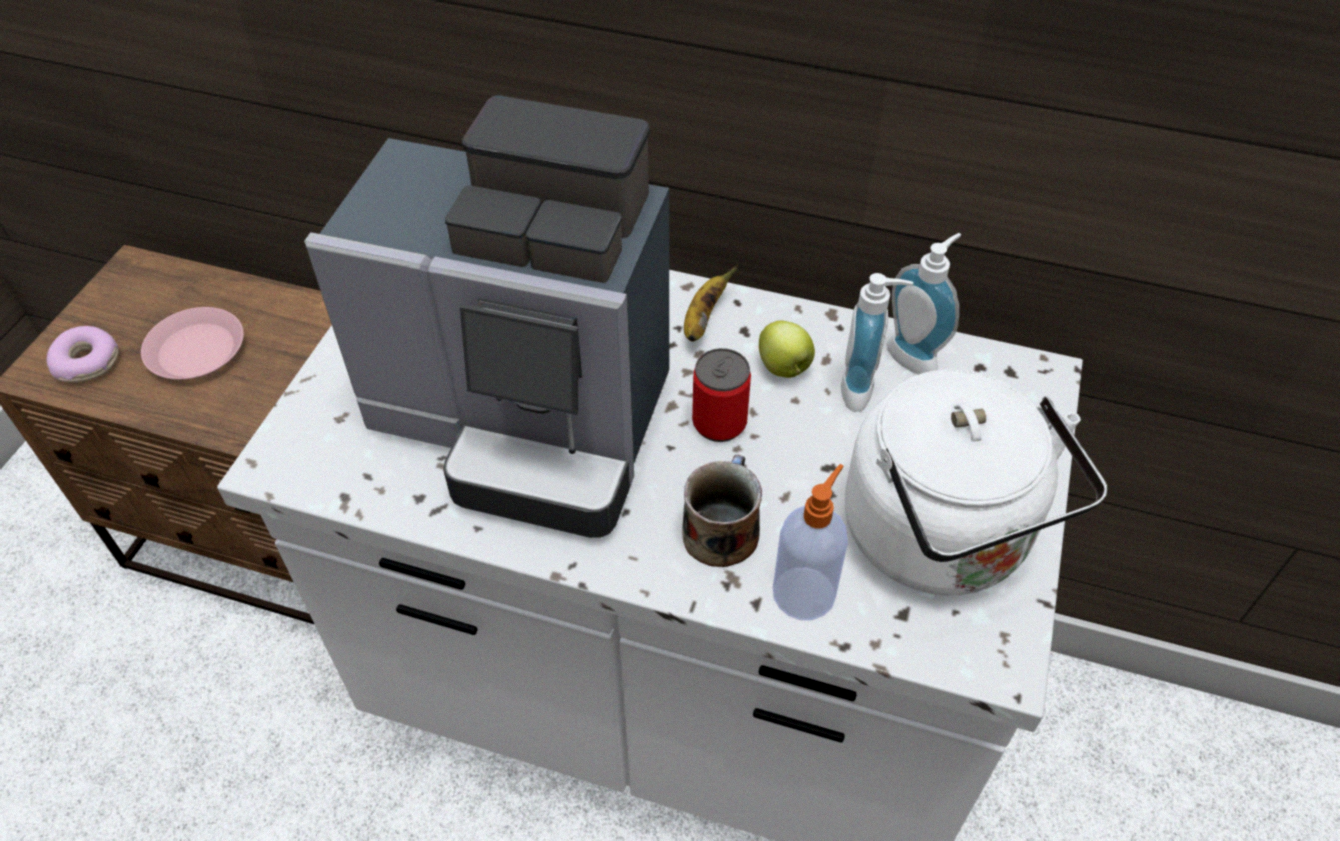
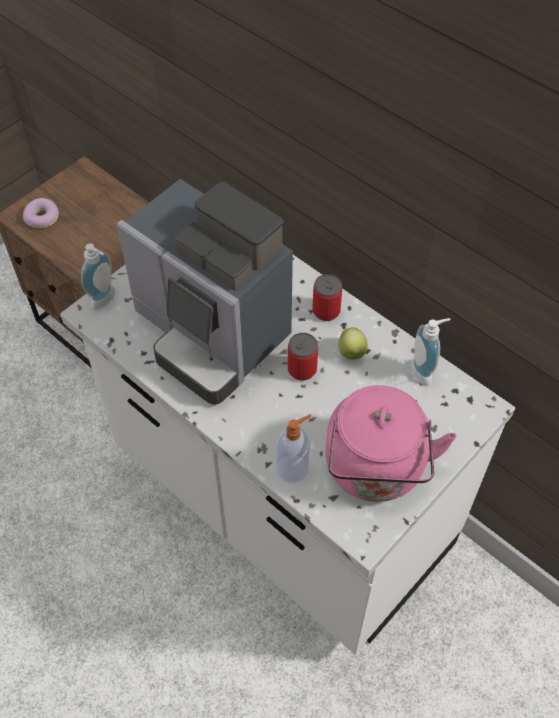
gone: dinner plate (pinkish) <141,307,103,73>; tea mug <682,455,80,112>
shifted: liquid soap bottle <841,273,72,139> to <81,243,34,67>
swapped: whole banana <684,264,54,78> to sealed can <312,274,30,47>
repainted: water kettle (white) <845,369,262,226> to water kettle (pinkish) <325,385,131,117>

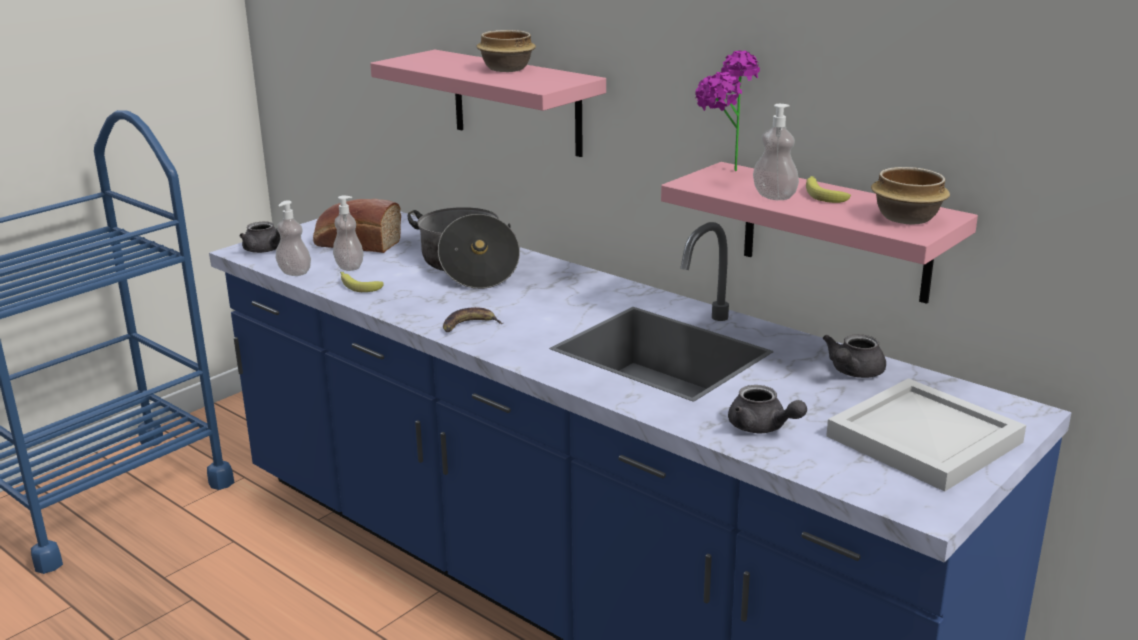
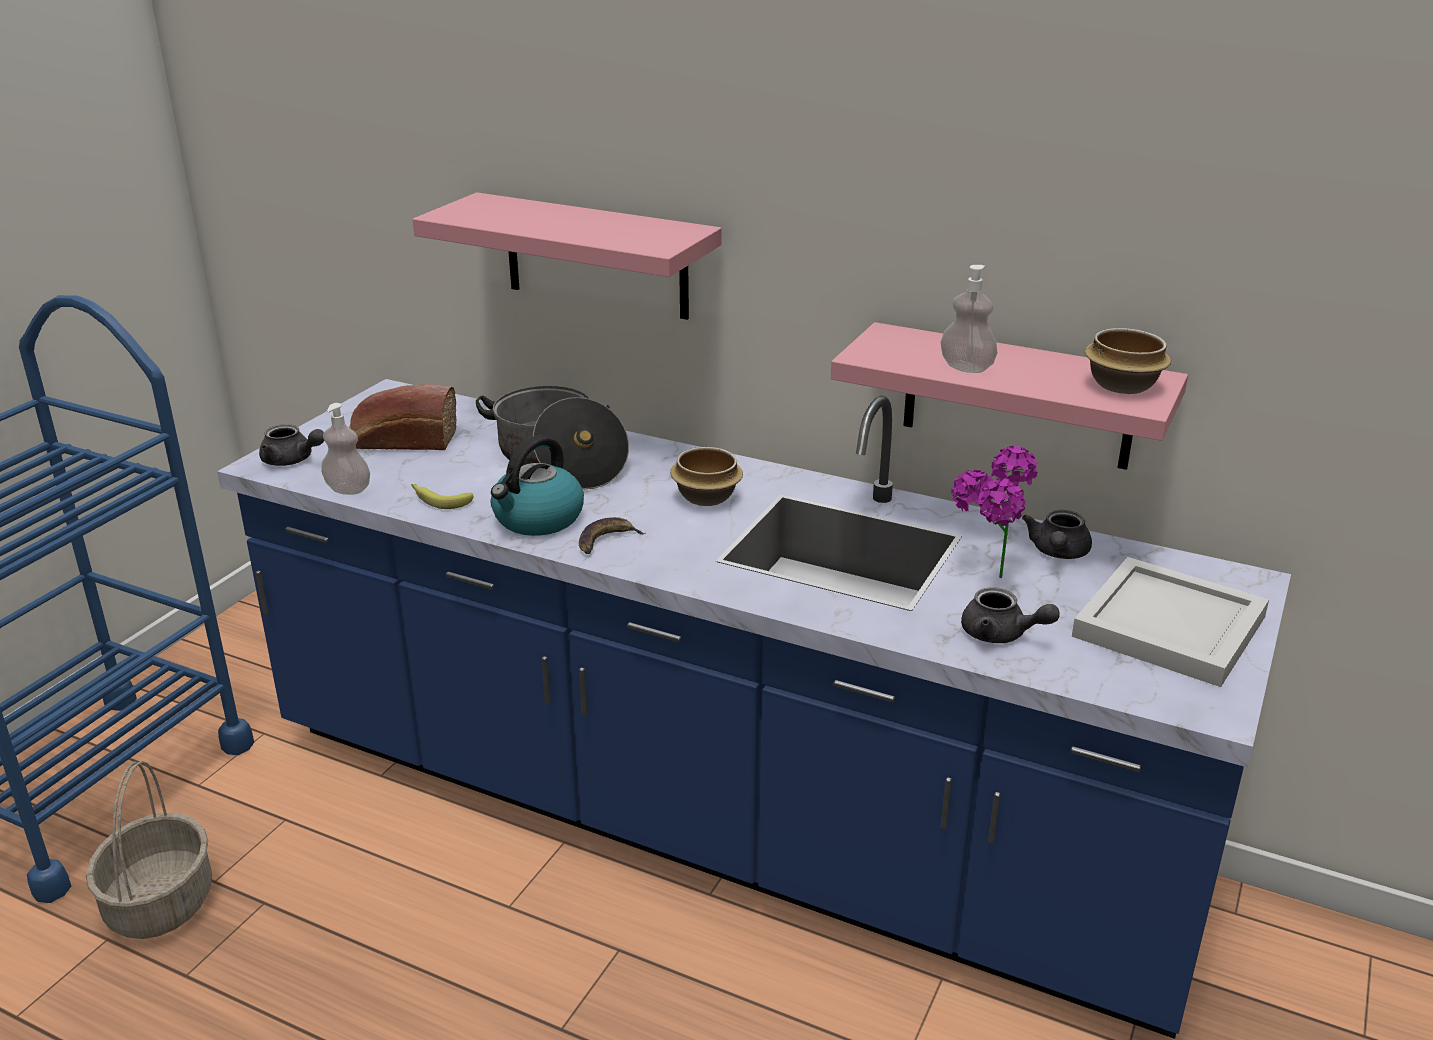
gone: liquid soap bottle <333,196,31,75>; whole banana <806,176,45,27>
new: basket <86,761,126,178>; water kettle <491,435,93,101>
shifted: bowl <476,30,60,42> to <670,447,73,59>; potted plant <695,51,65,120> to <951,446,86,132>

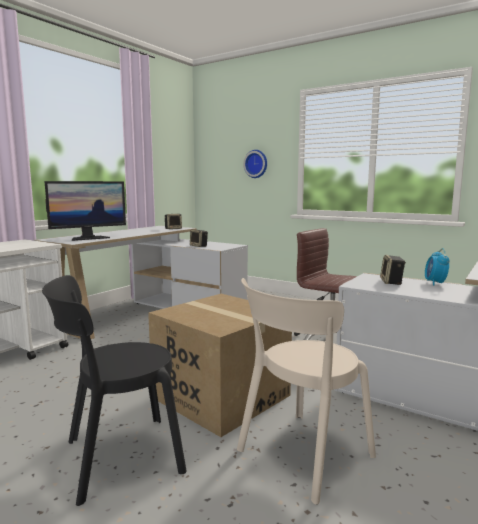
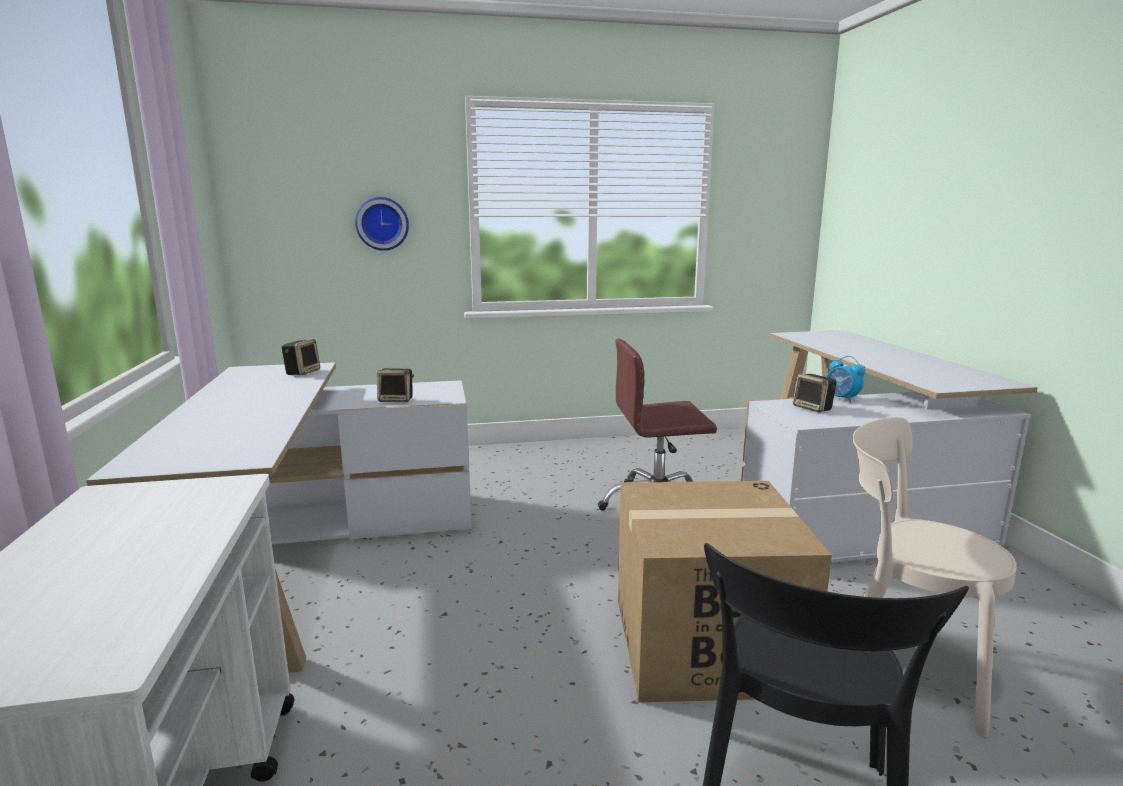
gone: computer screen <45,181,81,60>
rotated: plain chair (sand-coloured) <237,278,139,227> = <852,417,164,320> 120 degrees clockwise

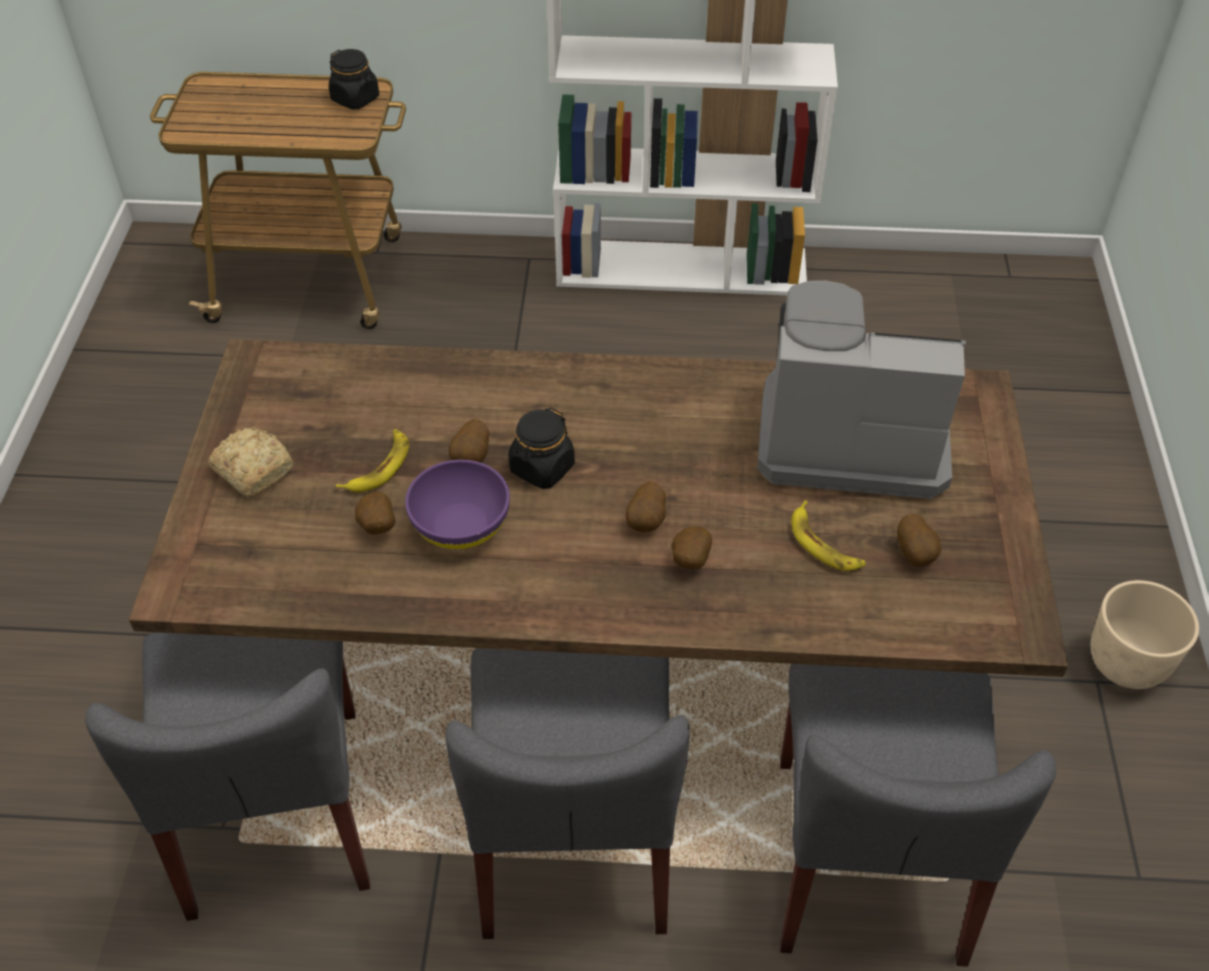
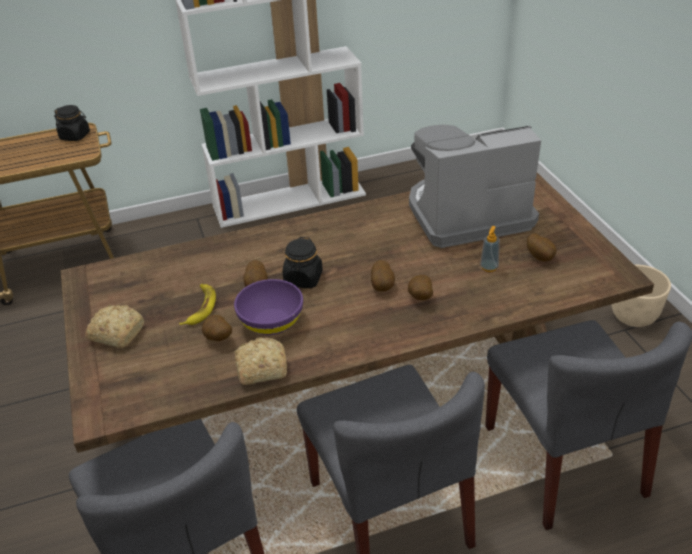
new: baked bread <234,338,53,47>
swapped: whole banana <791,500,75,71> to liquid soap bottle <480,226,20,46>

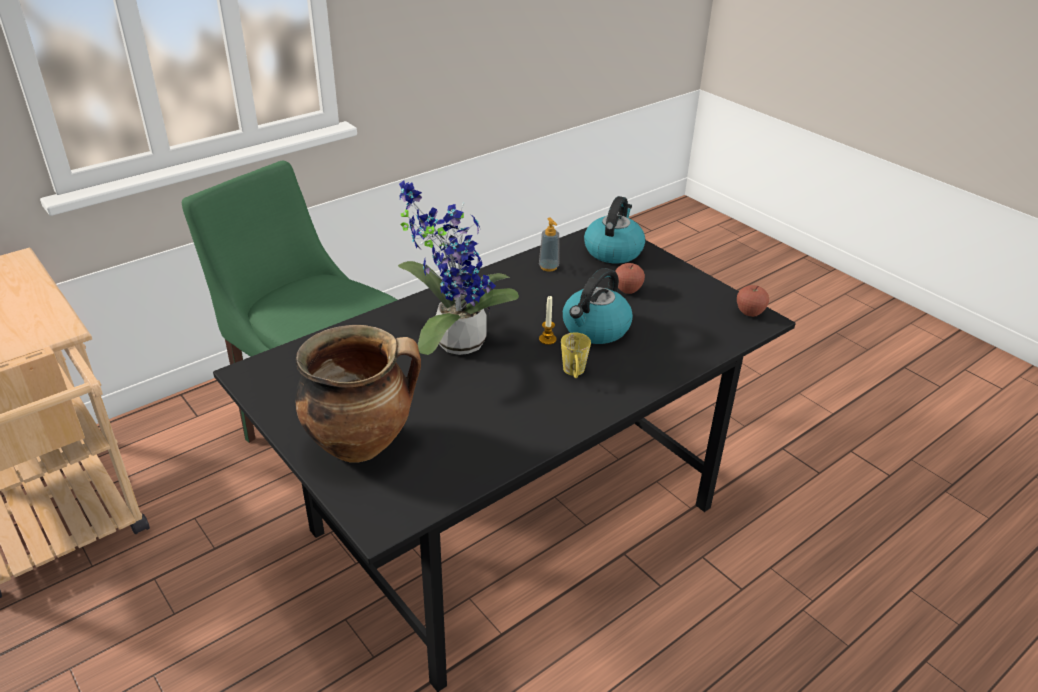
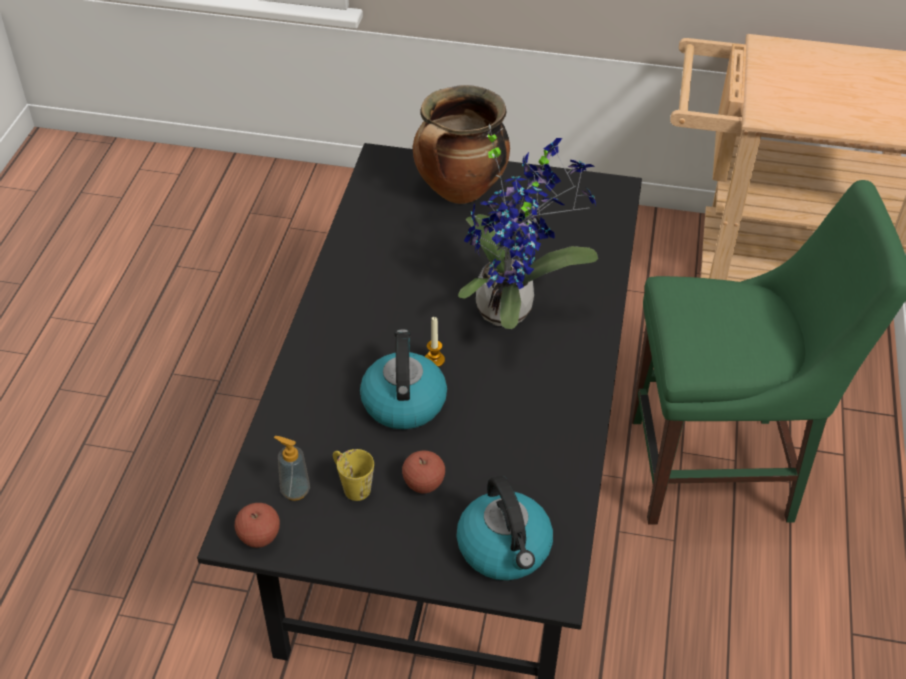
shifted: liquid soap bottle <539,218,20,54> to <274,436,36,65>; tea mug (yellowish) <561,332,30,46> to <333,449,41,52>

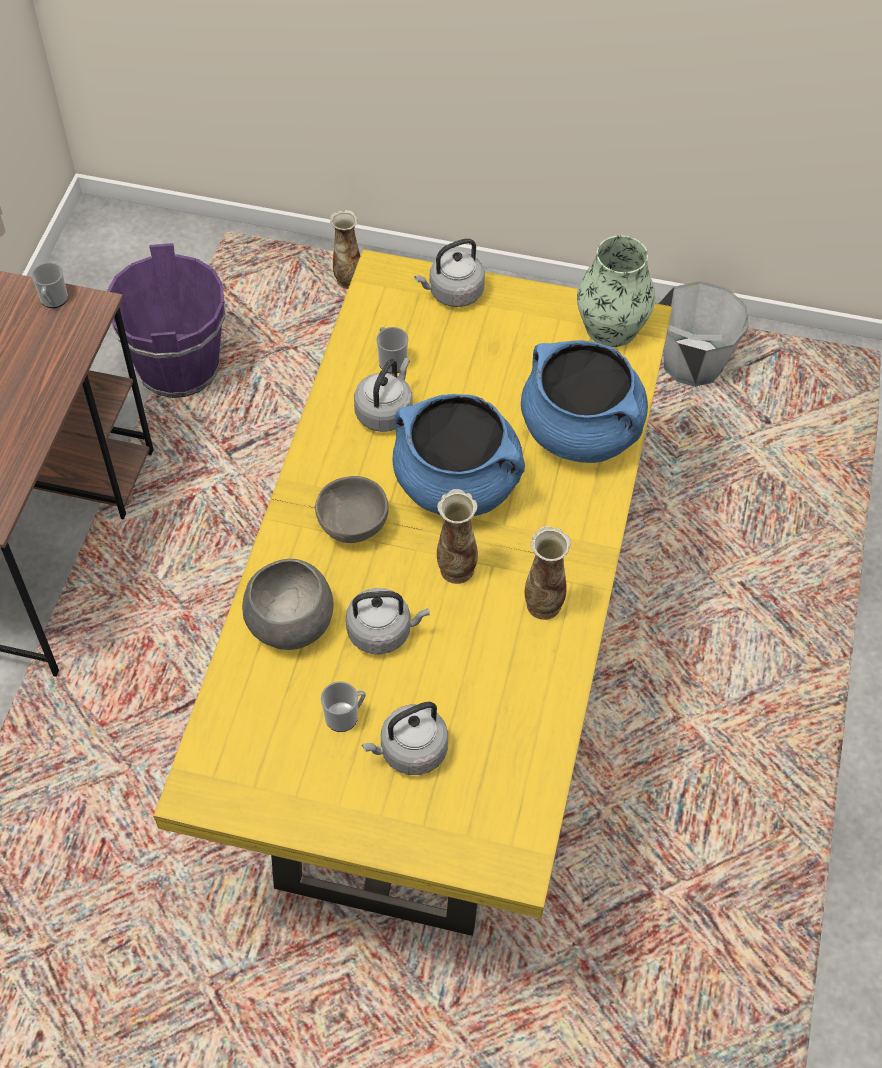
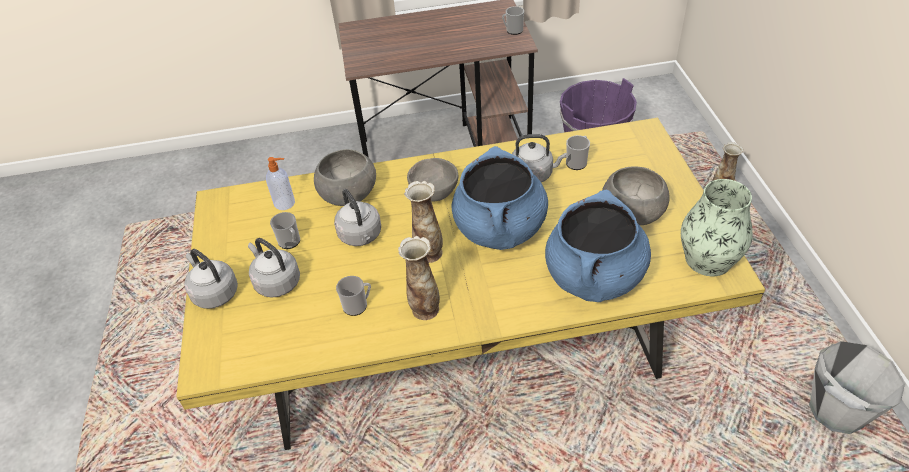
new: liquid soap bottle <266,157,29,53>; tea mug <336,276,35,40>; bowl (gray) <602,166,68,59>
shifted: water kettle (gray) <414,238,71,69> to <184,249,54,60>

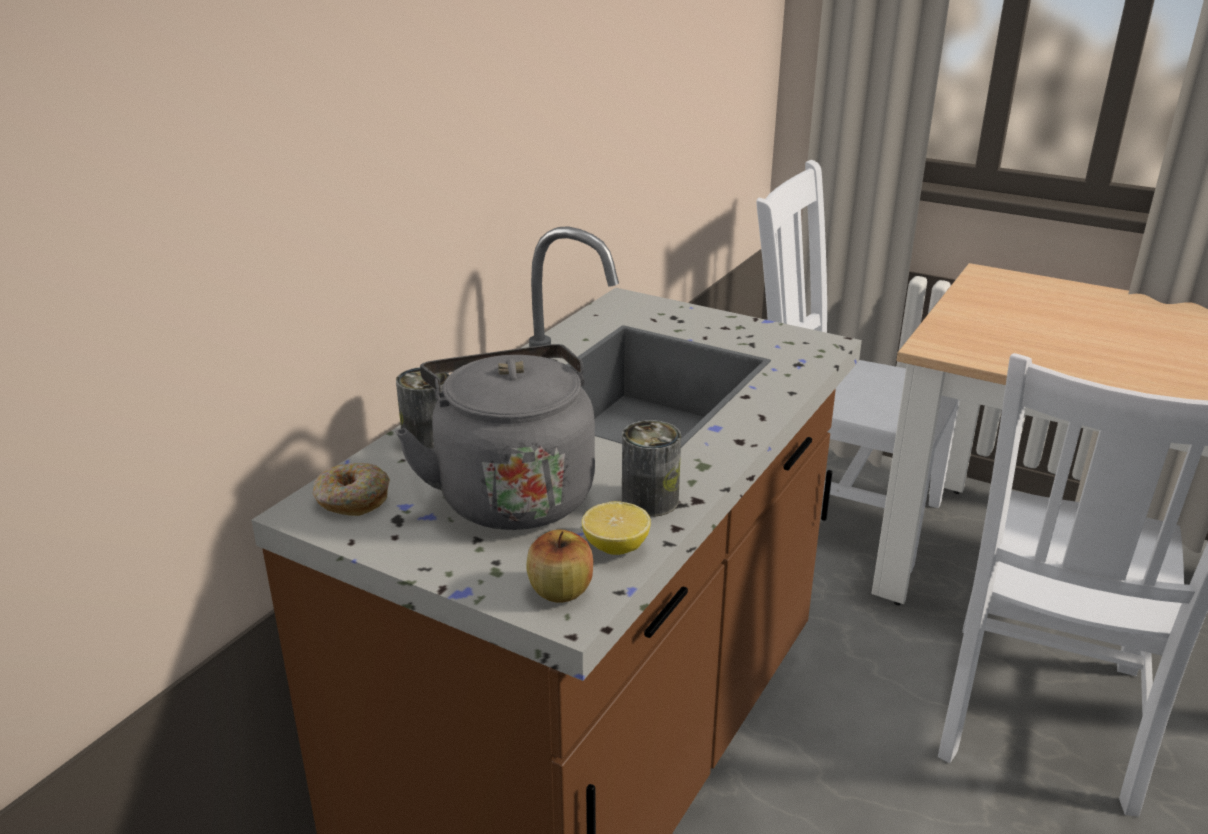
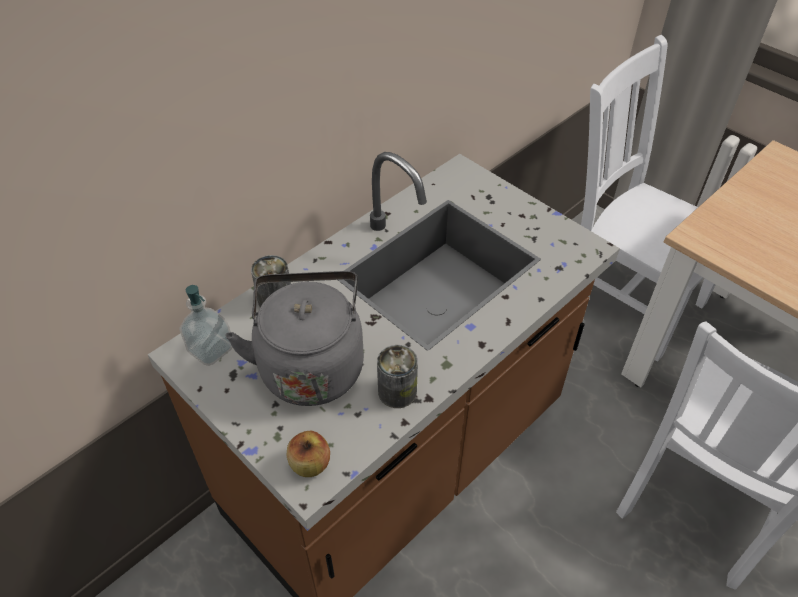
gone: whole lemon <582,501,69,54>
swapped: donut <313,463,77,53> to liquid soap bottle <179,285,53,81>

